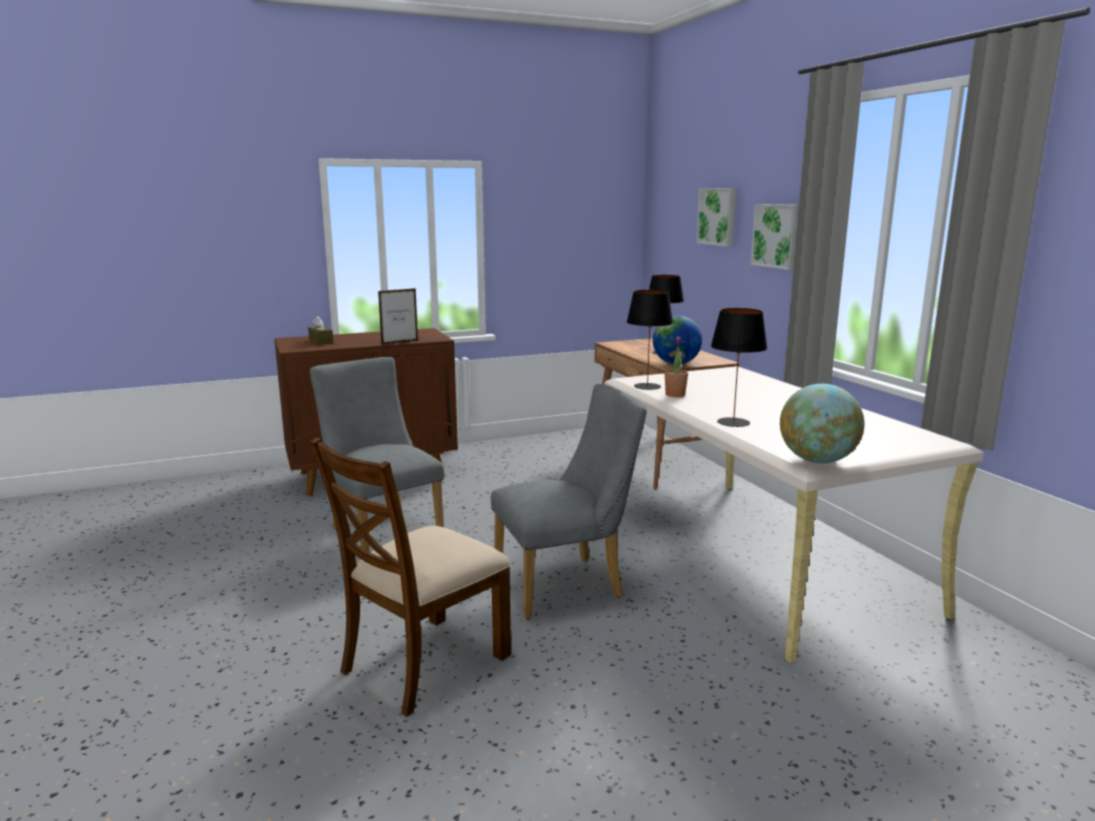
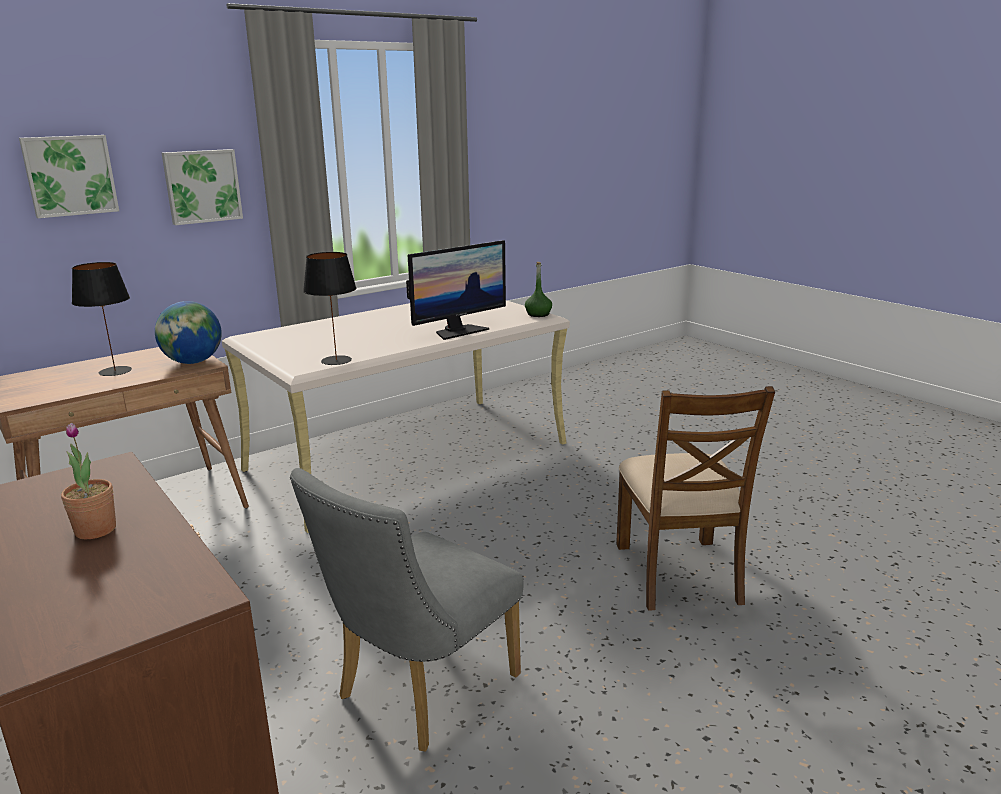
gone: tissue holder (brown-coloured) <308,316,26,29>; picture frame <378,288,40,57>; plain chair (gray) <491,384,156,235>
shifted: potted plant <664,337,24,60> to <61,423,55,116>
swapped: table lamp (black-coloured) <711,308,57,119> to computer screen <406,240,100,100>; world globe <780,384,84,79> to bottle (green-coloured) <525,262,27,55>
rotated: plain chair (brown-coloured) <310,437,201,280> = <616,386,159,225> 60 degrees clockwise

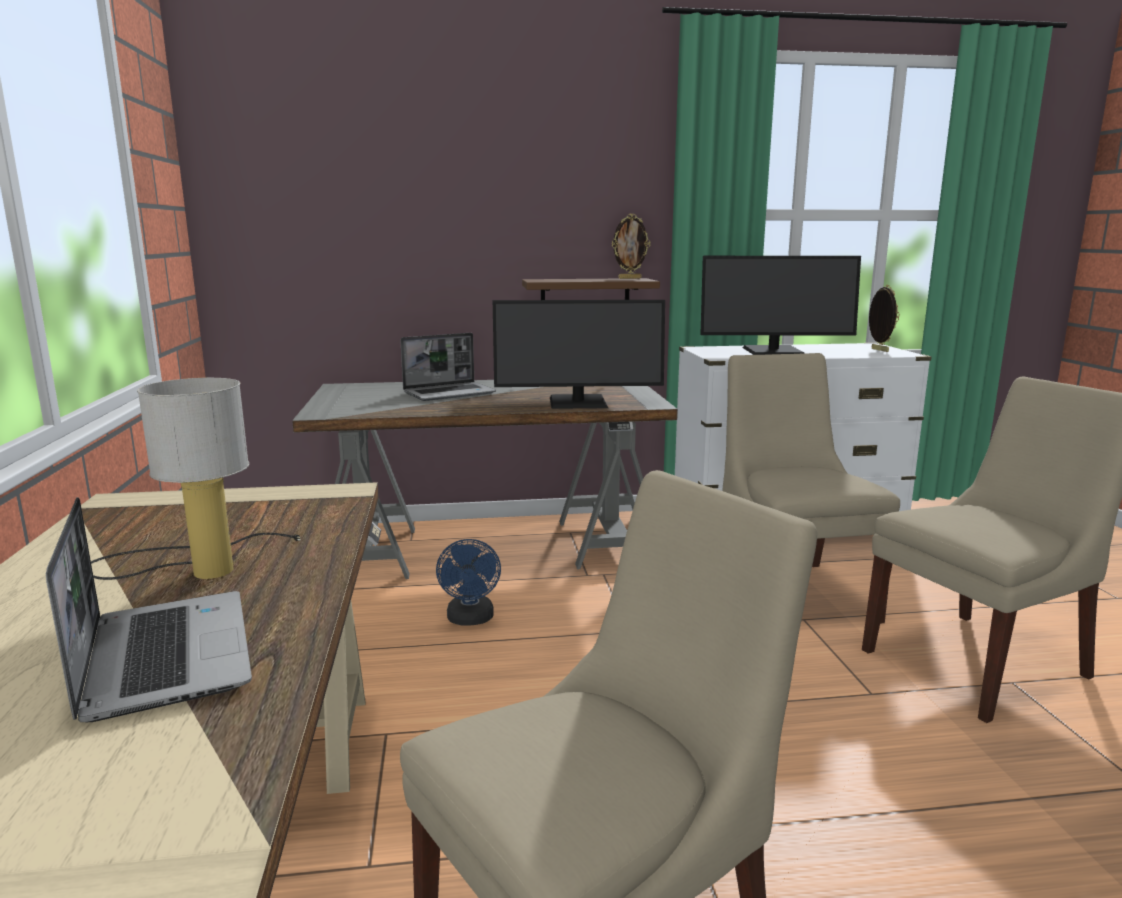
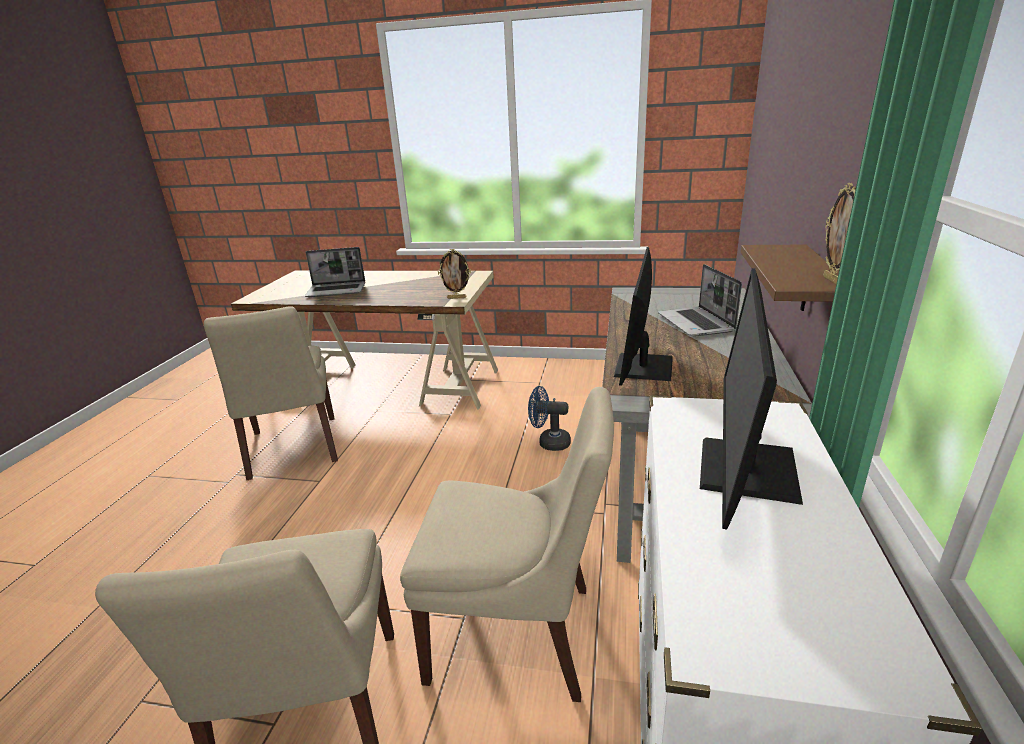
gone: table lamp <91,377,210,203>
shifted: picture frame <869,285,31,67> to <438,249,33,50>

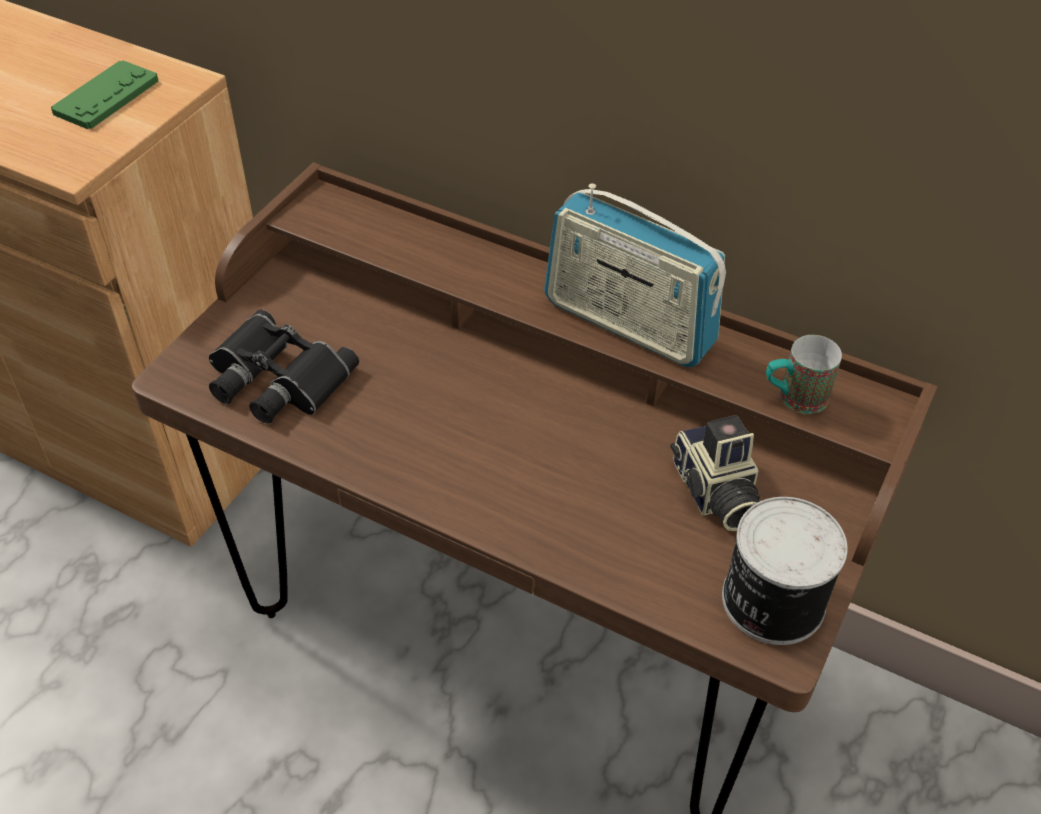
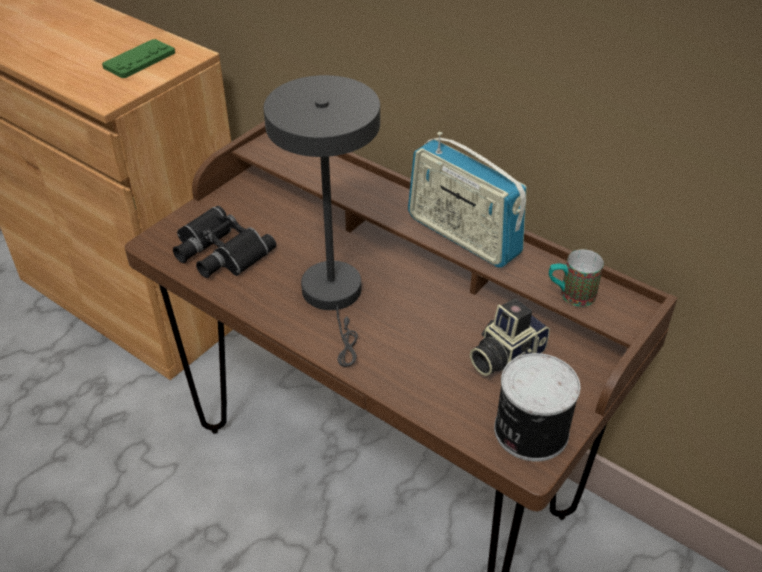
new: table lamp (gray) <263,75,117,292>
rotated: still camera <670,415,90,116> = <470,298,80,78> 60 degrees clockwise

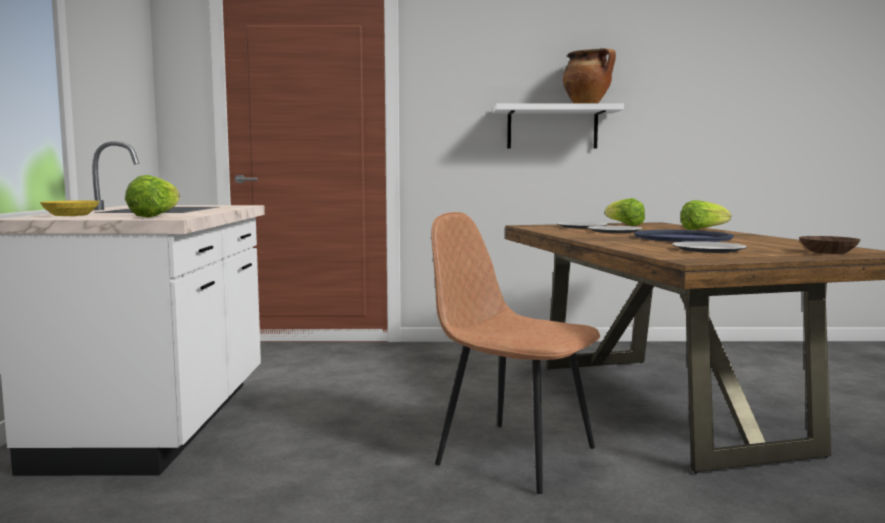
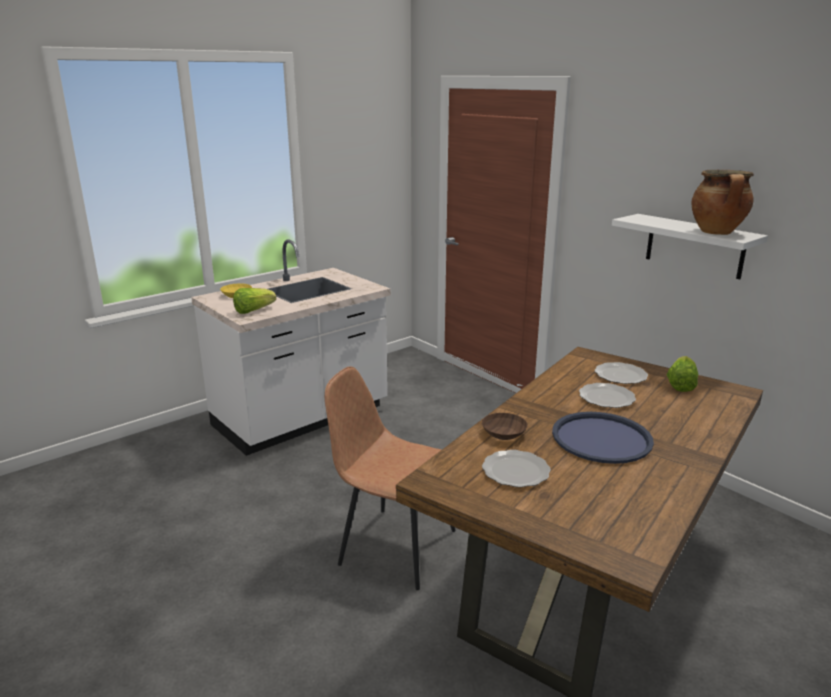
gone: lettuce head <680,200,51,30>
shifted: bowl (brown-coloured) <799,236,62,18> to <482,413,46,27>
rotated: plain chair (brown-coloured) <431,212,169,282> = <325,366,131,224> 60 degrees counterclockwise

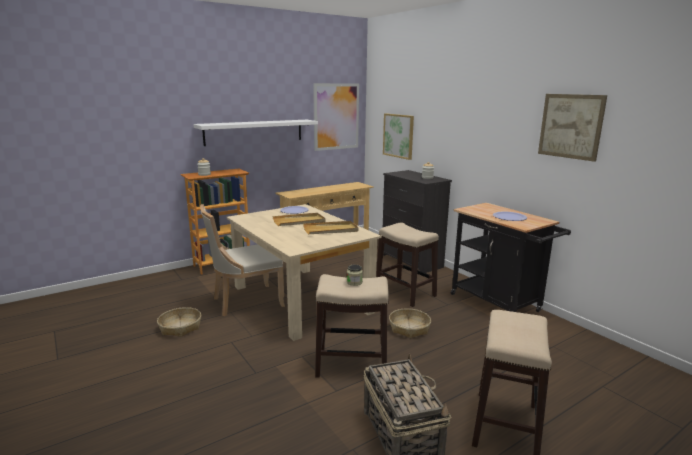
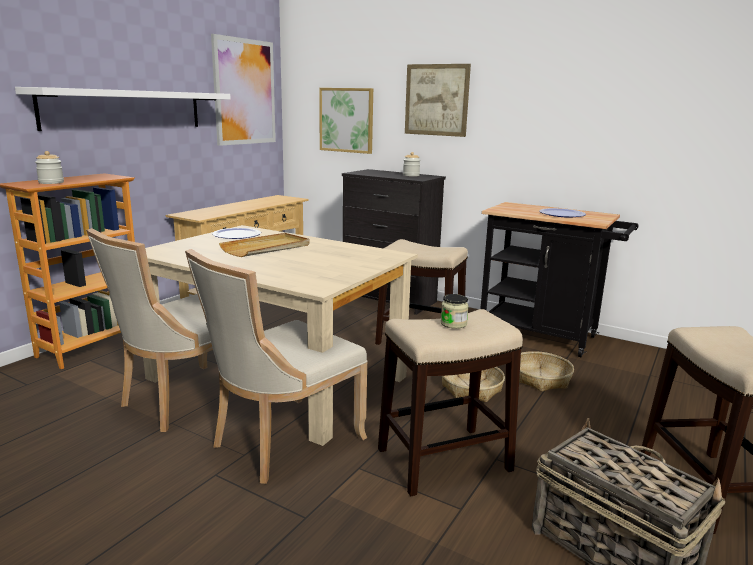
gone: tray (sand-coloured) <303,221,56,13>
new: plain chair (sand-coloured) <185,249,183,235>
shifted: basket <157,307,44,30> to <519,351,55,41>; picture <538,94,69,68> to <405,64,66,73>

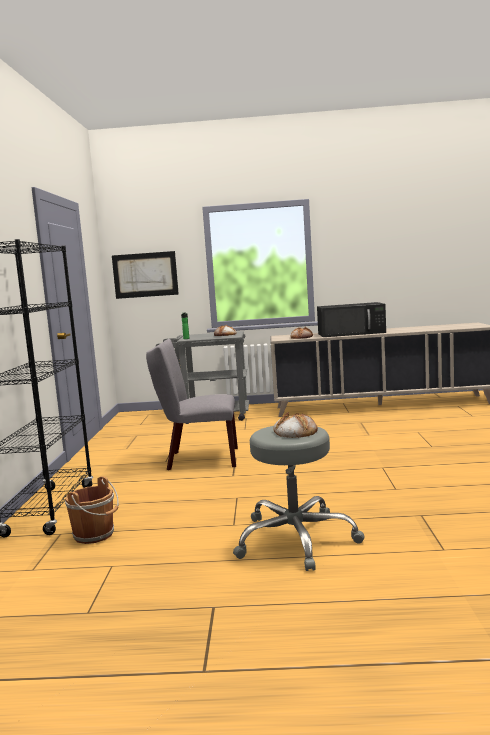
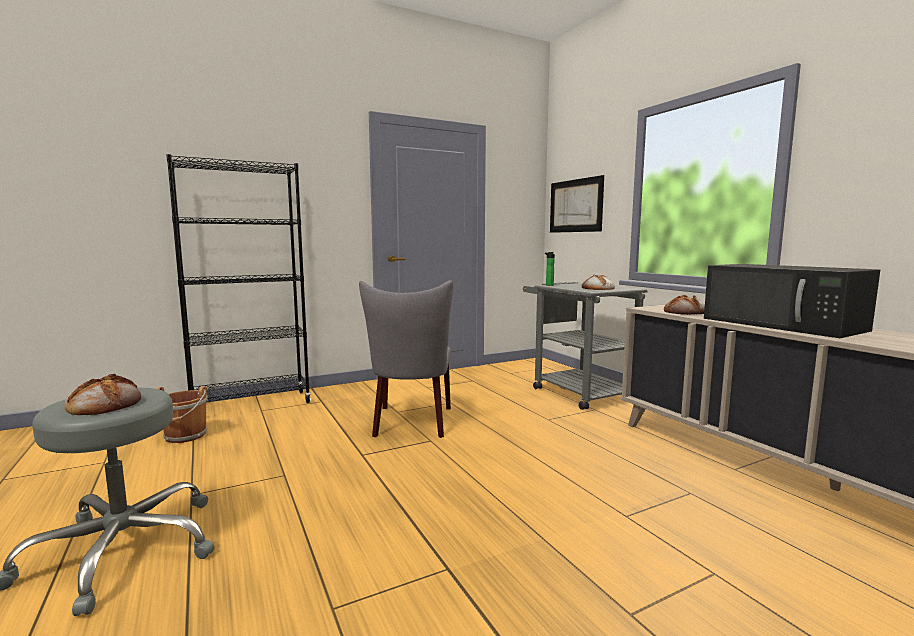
rotated: plain chair (gray) <146,339,92,131> = <359,280,94,158> 150 degrees counterclockwise

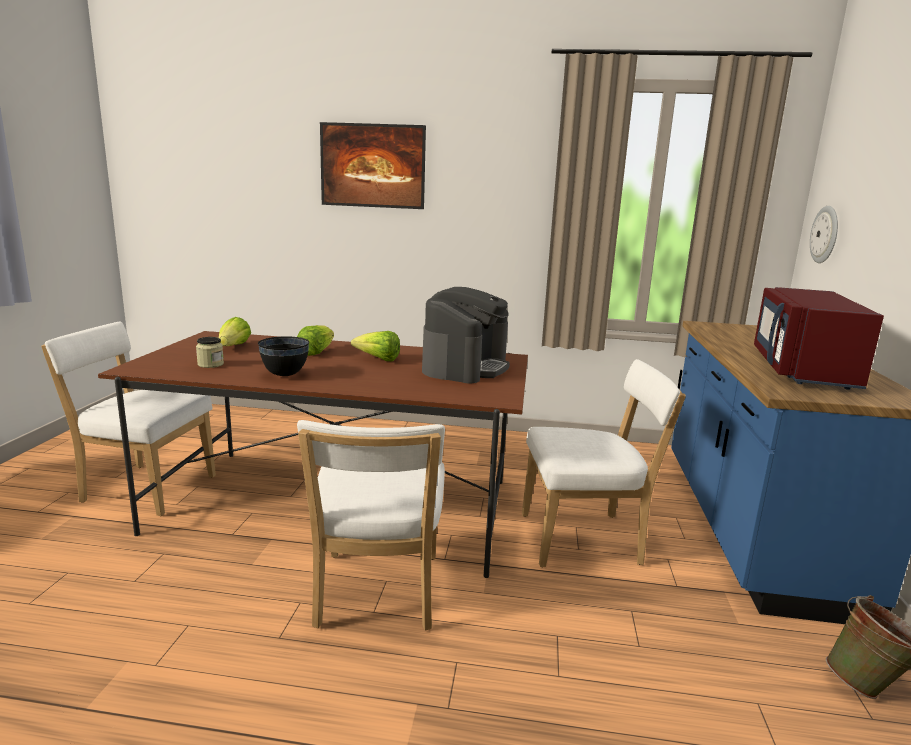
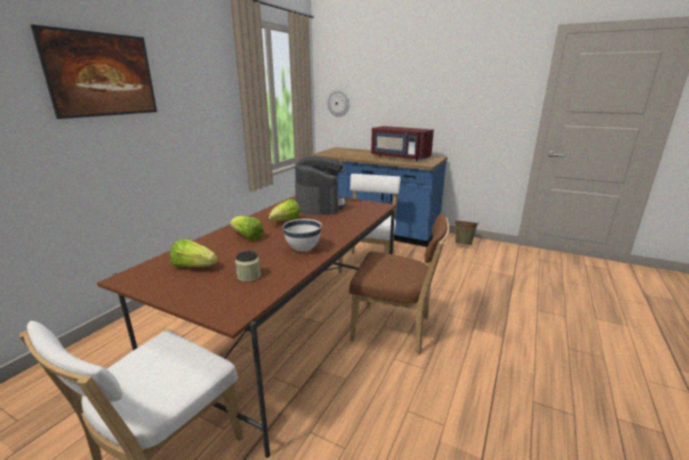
repainted: bowl (black-coloured) <258,336,51,40> to bowl (white) <283,219,39,33>; plain chair (white) <297,420,148,210> to plain chair (brown-coloured) <349,213,101,142>
rotated: coffee maker <422,287,88,96> = <295,156,51,59> 45 degrees clockwise

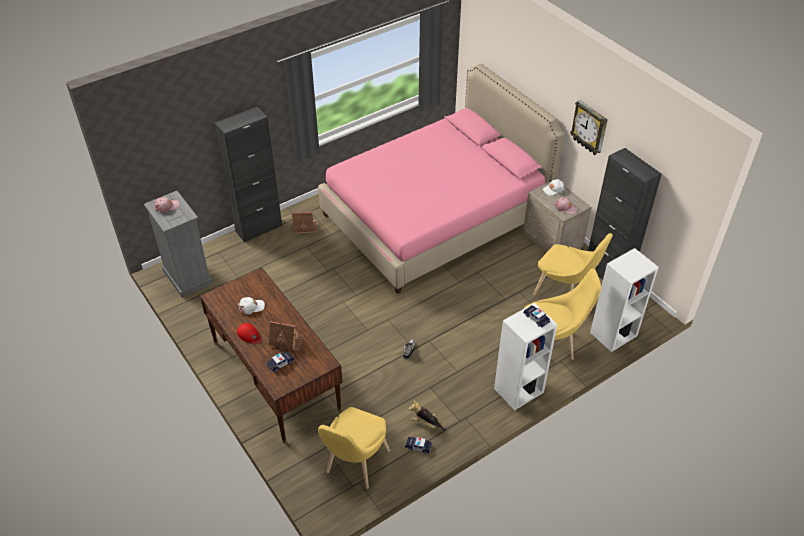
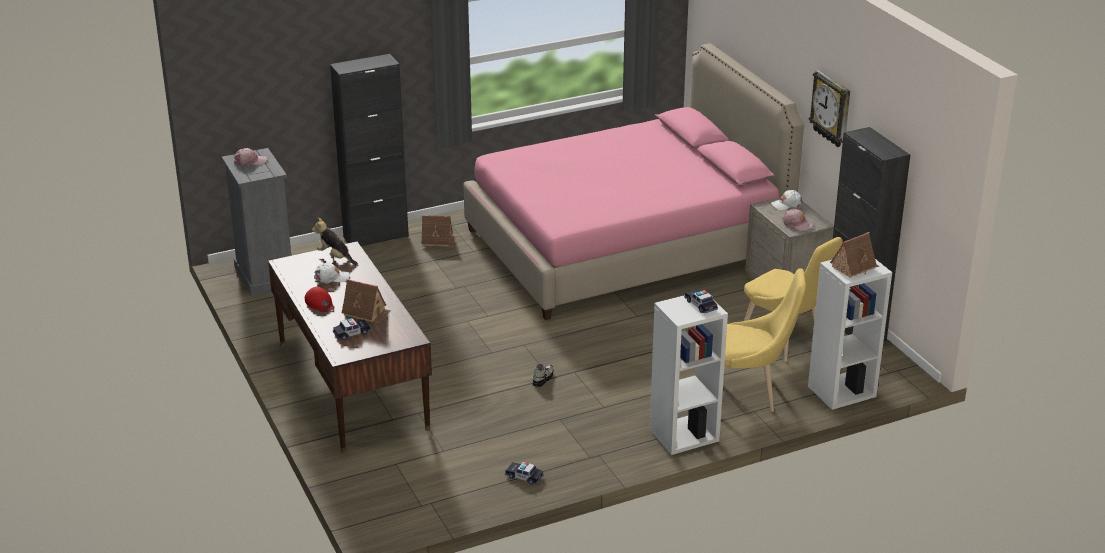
gone: plain chair (yellowish) <318,407,72,82>
new: toy house <830,232,49,46>
shifted: cuddly toy <409,400,38,31> to <312,217,46,48>

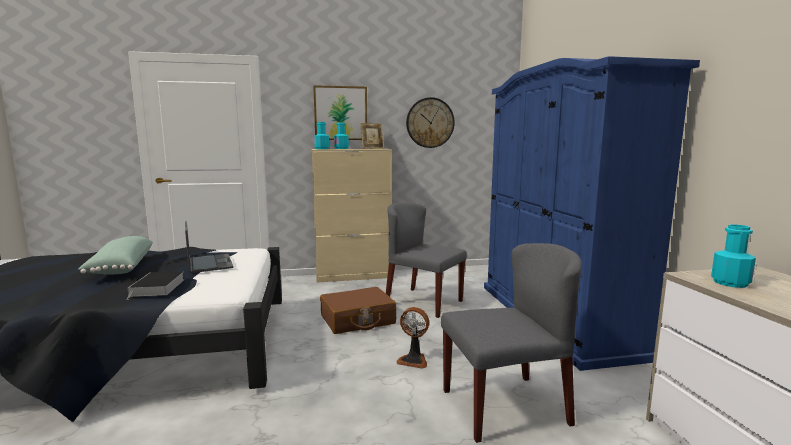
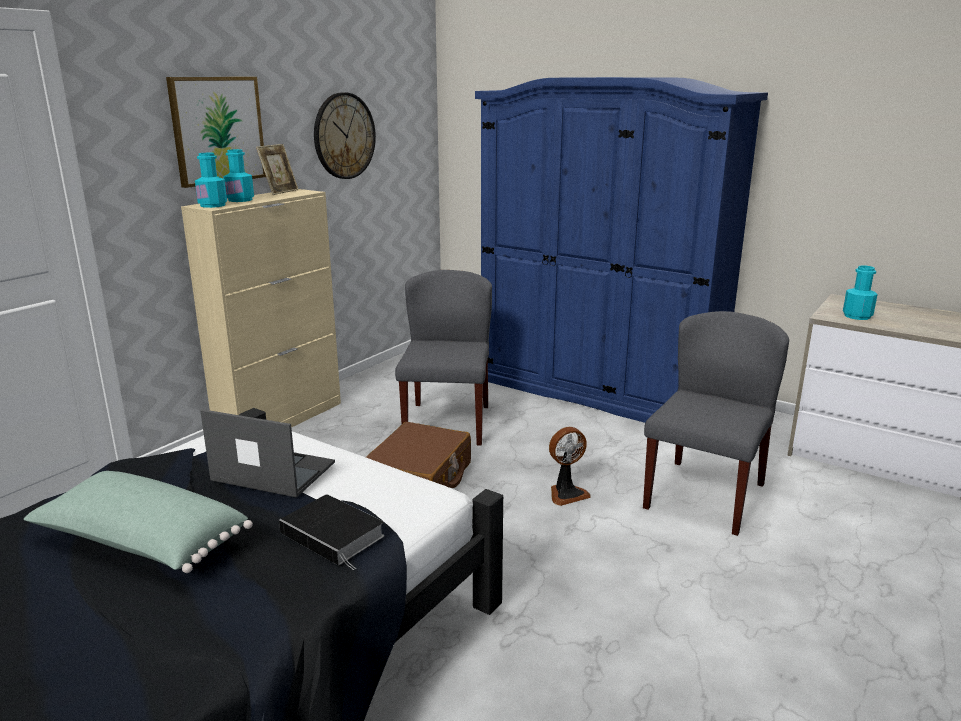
rotated: plain chair (gray) <386,202,81,116> = <395,270,97,176> 105 degrees clockwise

